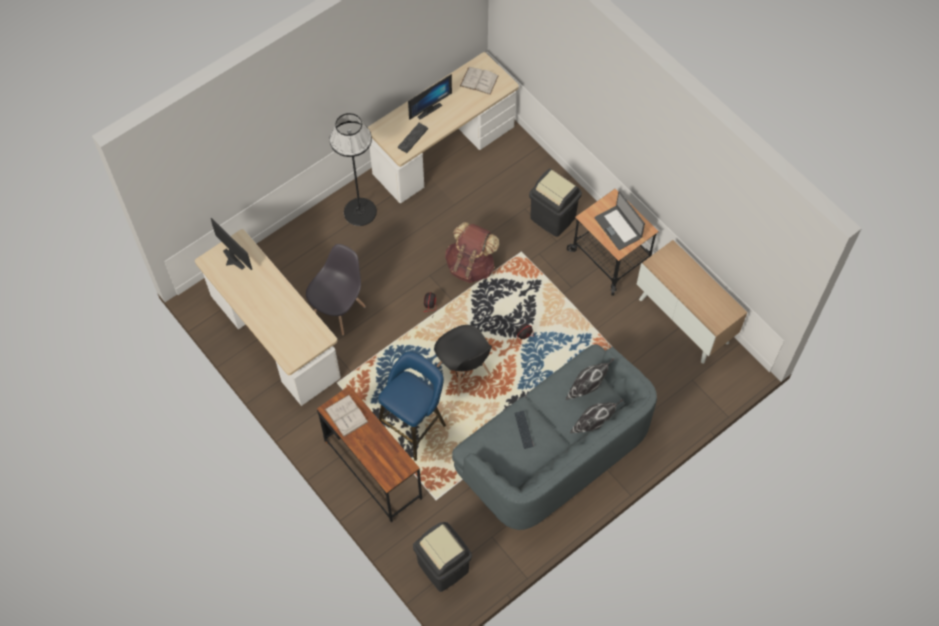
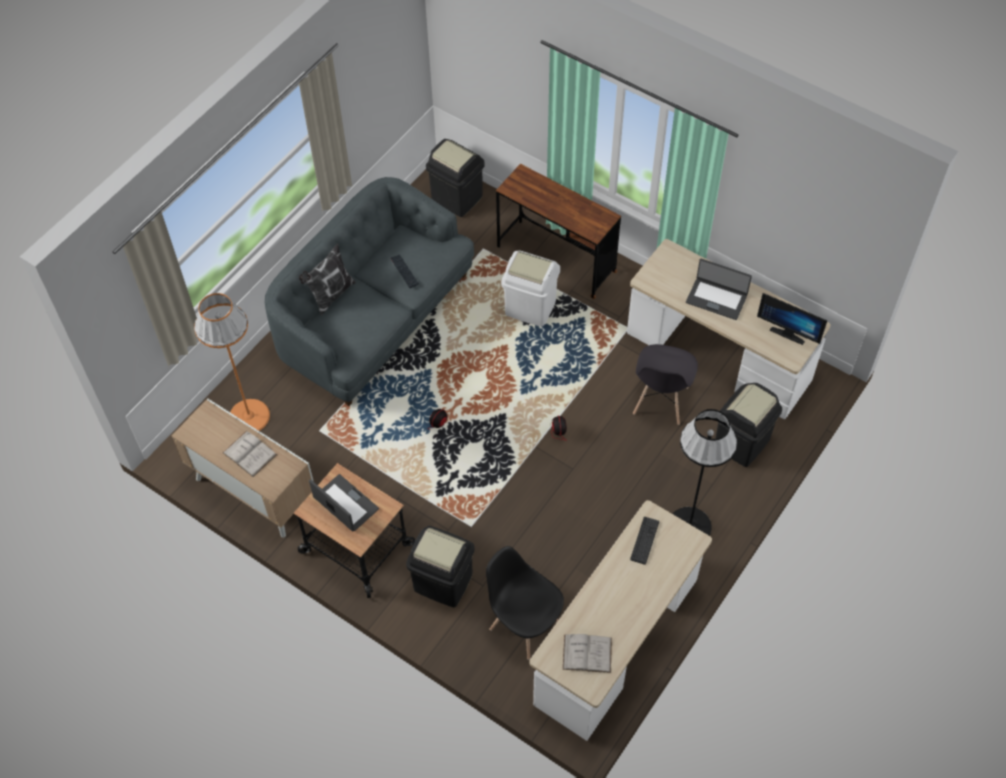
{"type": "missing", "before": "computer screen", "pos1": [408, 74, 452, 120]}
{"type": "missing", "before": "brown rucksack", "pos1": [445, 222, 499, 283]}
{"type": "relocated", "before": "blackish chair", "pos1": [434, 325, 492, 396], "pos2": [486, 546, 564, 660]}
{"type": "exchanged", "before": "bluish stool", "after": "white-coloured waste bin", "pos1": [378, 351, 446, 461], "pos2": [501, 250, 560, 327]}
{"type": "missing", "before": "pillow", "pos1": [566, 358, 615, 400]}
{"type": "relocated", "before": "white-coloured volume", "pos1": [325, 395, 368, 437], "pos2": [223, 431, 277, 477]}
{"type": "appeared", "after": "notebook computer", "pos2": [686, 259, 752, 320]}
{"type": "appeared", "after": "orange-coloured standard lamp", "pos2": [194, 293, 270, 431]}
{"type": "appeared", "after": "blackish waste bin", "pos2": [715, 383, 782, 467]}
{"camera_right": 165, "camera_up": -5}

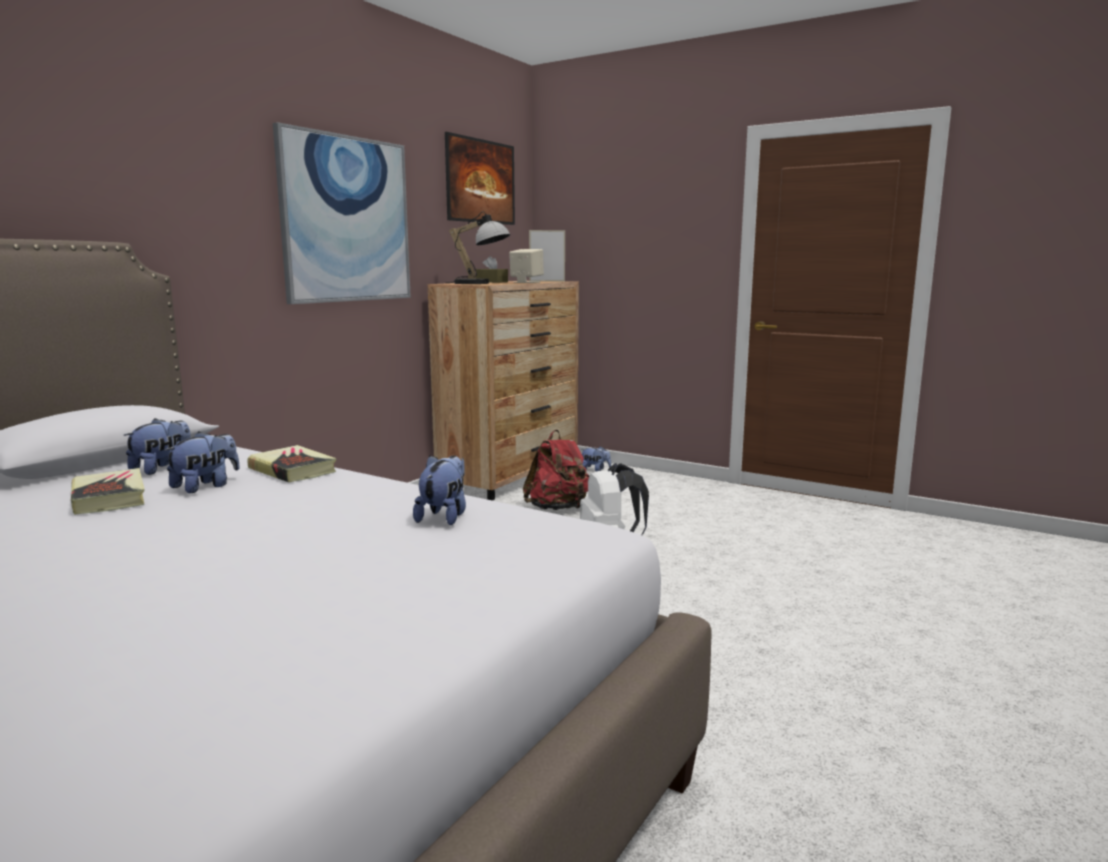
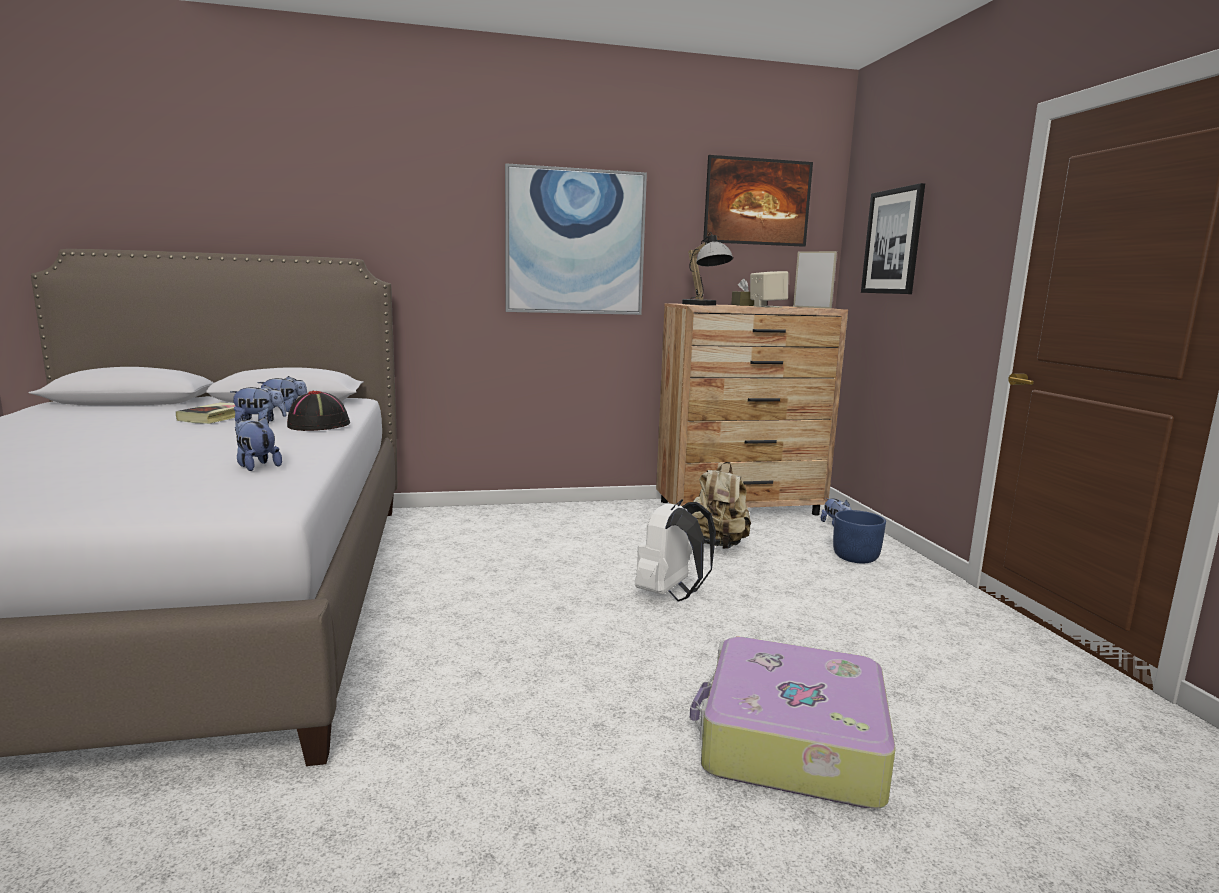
{"type": "colour", "before": "reddish rucksack", "after": "beige rucksack", "pos1": [523, 430, 589, 510], "pos2": [692, 462, 751, 549]}
{"type": "exchanged", "before": "volume", "after": "blackish wearable hat", "pos1": [248, 445, 336, 483], "pos2": [287, 391, 350, 431]}
{"type": "spun", "before": "cuddly toy", "pos1": [413, 455, 466, 525], "pos2": [235, 417, 282, 471], "turn": -105}
{"type": "appeared", "after": "wall picture", "pos2": [861, 183, 925, 294]}
{"type": "appeared", "after": "bluish flower pot", "pos2": [833, 510, 886, 563]}
{"type": "appeared", "after": "suitcase", "pos2": [690, 637, 896, 809]}
{"camera_right": 45, "camera_up": 0}

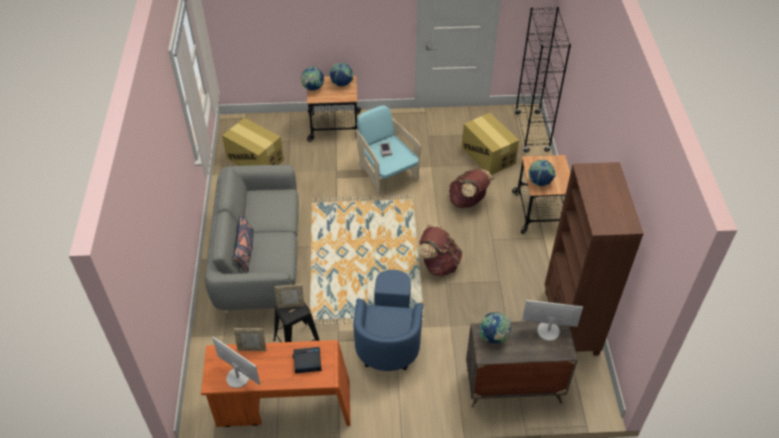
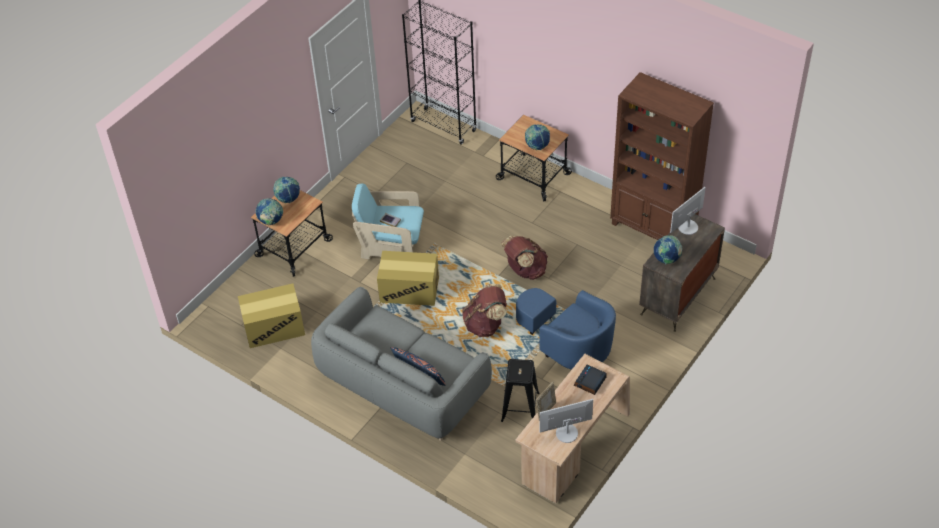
{"type": "relocated", "before": "carton", "pos1": [462, 113, 519, 175], "pos2": [377, 251, 439, 306]}
{"type": "relocated", "before": "brown rucksack", "pos1": [449, 169, 494, 208], "pos2": [462, 284, 507, 337]}
{"type": "missing", "before": "photo frame", "pos1": [274, 284, 305, 308]}
{"type": "colour", "before": "orange-coloured desk", "after": "beige desk", "pos1": [201, 340, 351, 427], "pos2": [516, 354, 630, 503]}
{"camera_right": -50, "camera_up": 0}

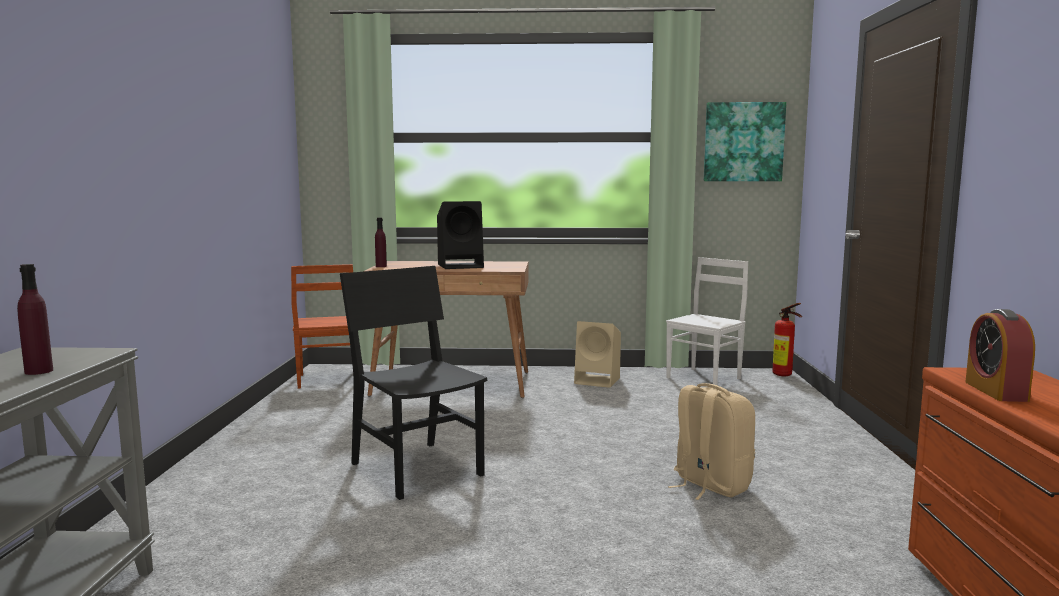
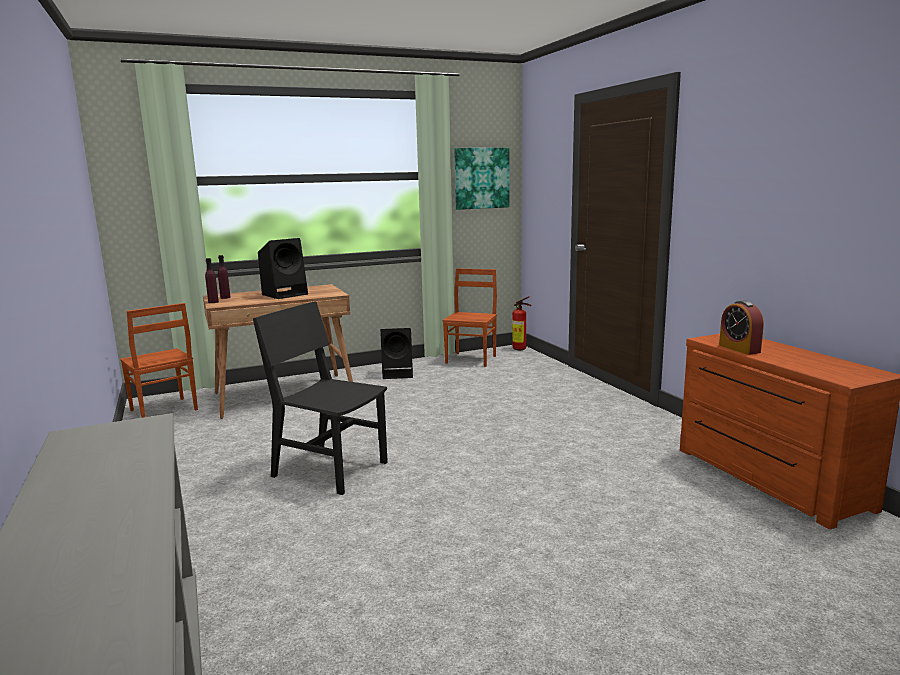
{"type": "colour", "before": "white-coloured chair", "after": "brown chair", "pos1": [666, 257, 748, 385], "pos2": [443, 268, 497, 367]}
{"type": "relocated", "before": "purplish beverage bottle", "pos1": [17, 264, 53, 375], "pos2": [218, 255, 231, 299]}
{"type": "colour", "before": "beige loudspeaker", "after": "blackish loudspeaker", "pos1": [574, 321, 621, 388], "pos2": [380, 328, 413, 379]}
{"type": "missing", "before": "beige rucksack", "pos1": [668, 383, 755, 500]}
{"camera_right": -25, "camera_up": 5}

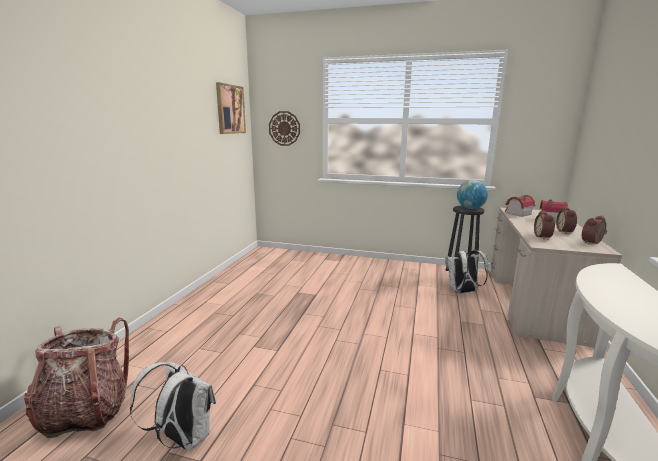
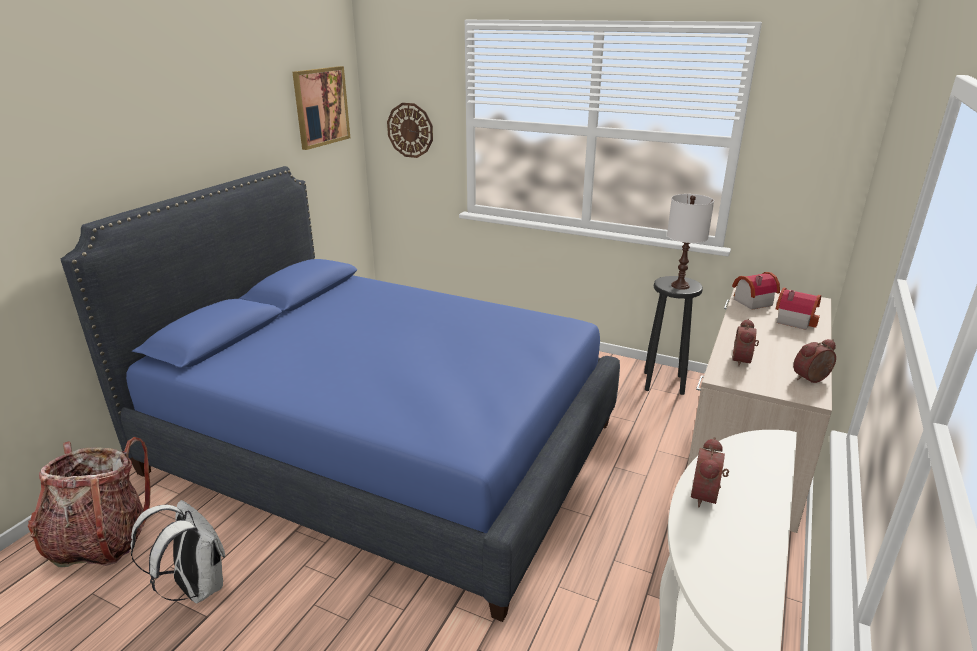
{"type": "exchanged", "before": "globe", "after": "white-coloured tabletop lamp", "pos1": [457, 180, 488, 209], "pos2": [667, 194, 714, 290]}
{"type": "relocated", "before": "table clock", "pos1": [556, 206, 577, 234], "pos2": [691, 437, 729, 507]}
{"type": "missing", "before": "white-coloured rucksack", "pos1": [445, 250, 488, 293]}
{"type": "appeared", "after": "bluish bed", "pos2": [61, 166, 620, 622]}
{"camera_right": 10, "camera_up": 10}

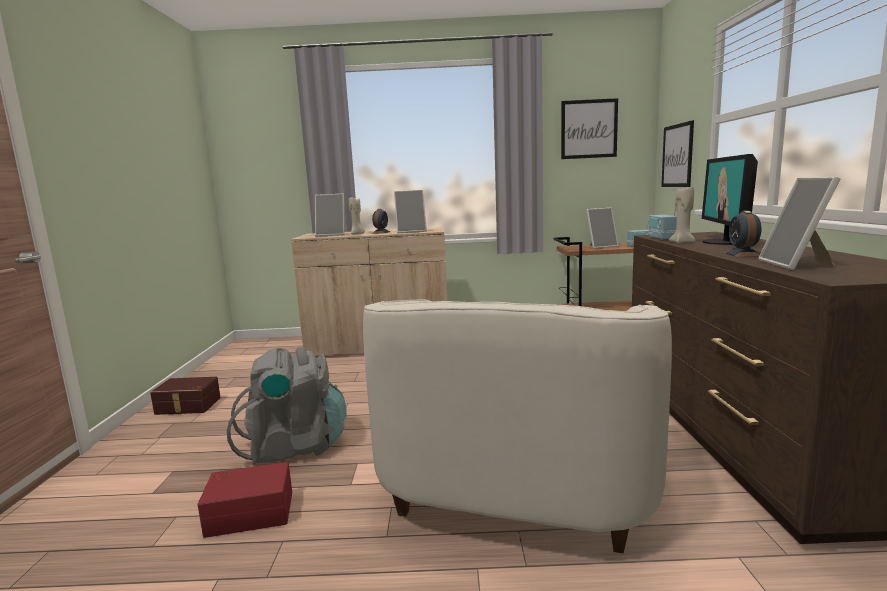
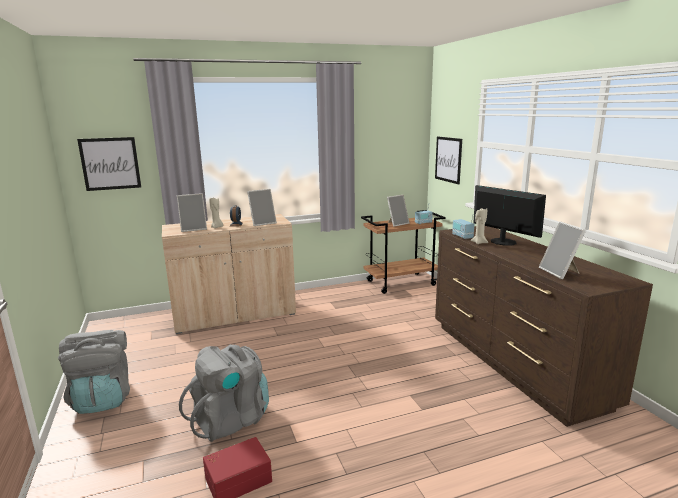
{"type": "relocated", "before": "wall picture", "pos1": [561, 98, 618, 159], "pos2": [77, 137, 141, 191]}
{"type": "spun", "before": "computer screen", "pos1": [702, 154, 758, 245], "pos2": [474, 185, 546, 246], "turn": 150}
{"type": "missing", "before": "table clock", "pos1": [724, 211, 761, 257]}
{"type": "missing", "before": "white-coloured armchair", "pos1": [363, 299, 672, 554]}
{"type": "exchanged", "before": "brown storage container", "after": "gray rucksack", "pos1": [150, 377, 221, 415], "pos2": [58, 330, 130, 414]}
{"camera_right": -20, "camera_up": 5}

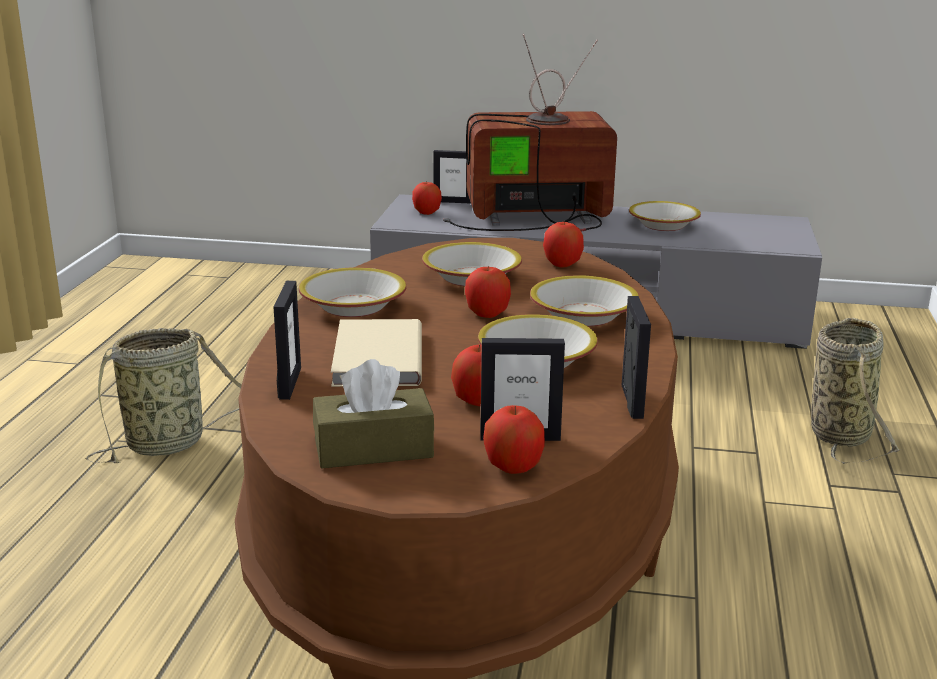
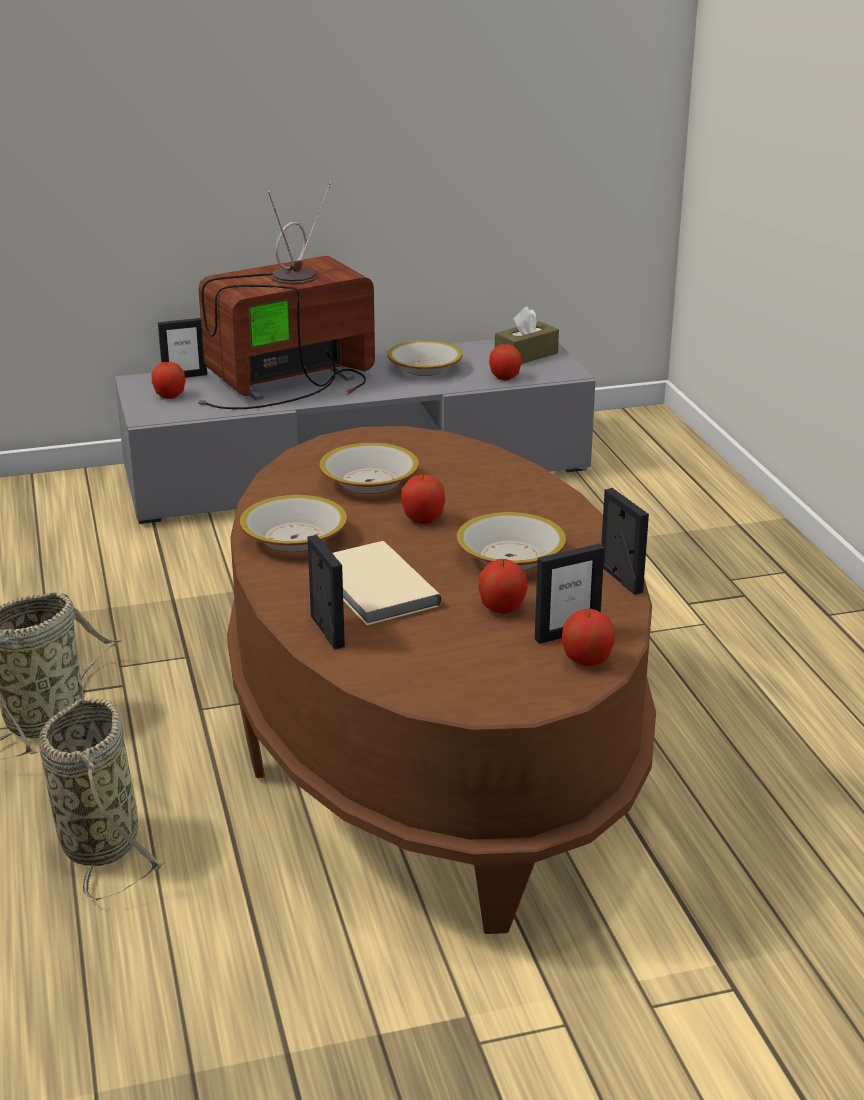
{"type": "relocated", "before": "apple", "pos1": [543, 220, 584, 268], "pos2": [489, 344, 522, 381]}
{"type": "missing", "before": "bowl", "pos1": [530, 275, 639, 326]}
{"type": "relocated", "before": "basket", "pos1": [811, 318, 901, 464], "pos2": [39, 698, 164, 901]}
{"type": "relocated", "before": "brown tissue holder", "pos1": [313, 359, 434, 468], "pos2": [495, 306, 559, 364]}
{"camera_right": -25, "camera_up": 5}

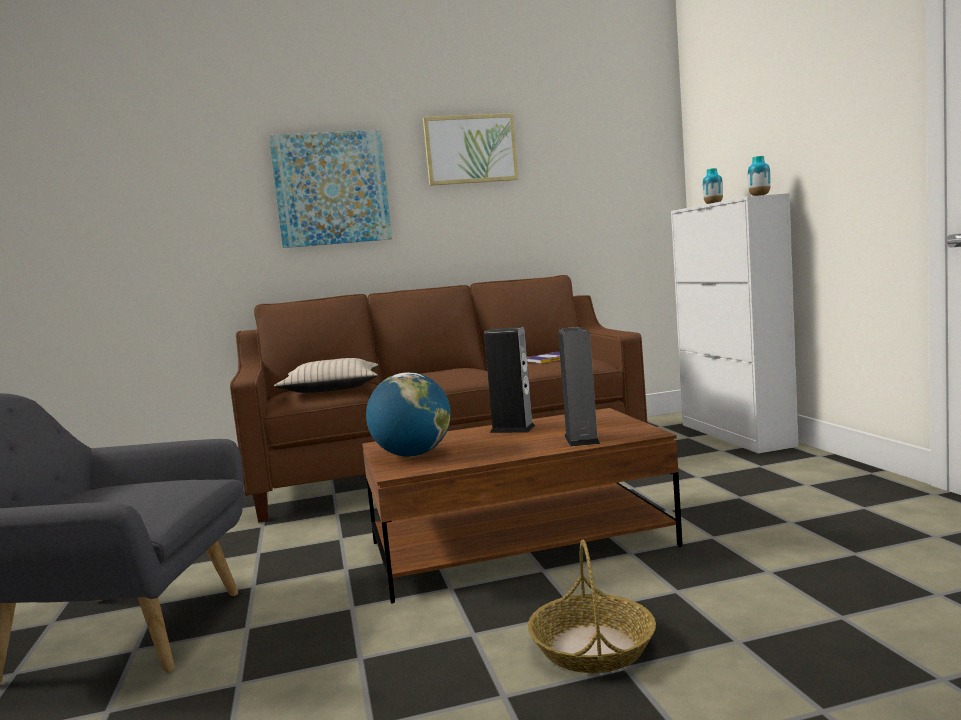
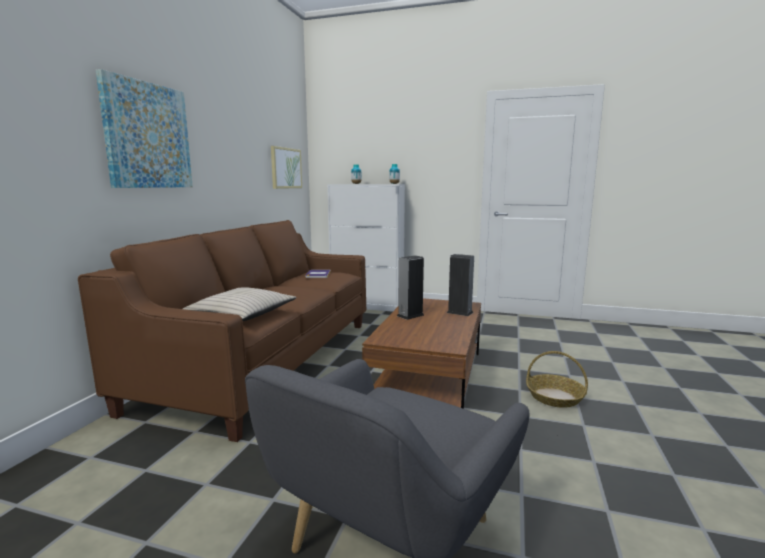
{"type": "relocated", "before": "wall picture", "pos1": [423, 113, 518, 186], "pos2": [271, 146, 302, 189]}
{"type": "missing", "before": "globe", "pos1": [366, 372, 451, 457]}
{"camera_right": -60, "camera_up": 5}

